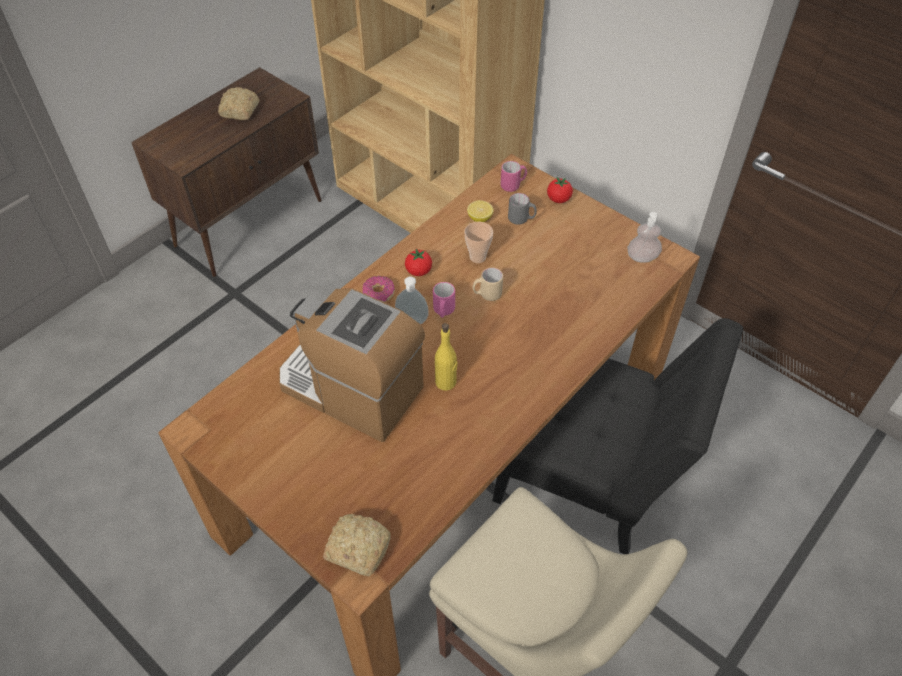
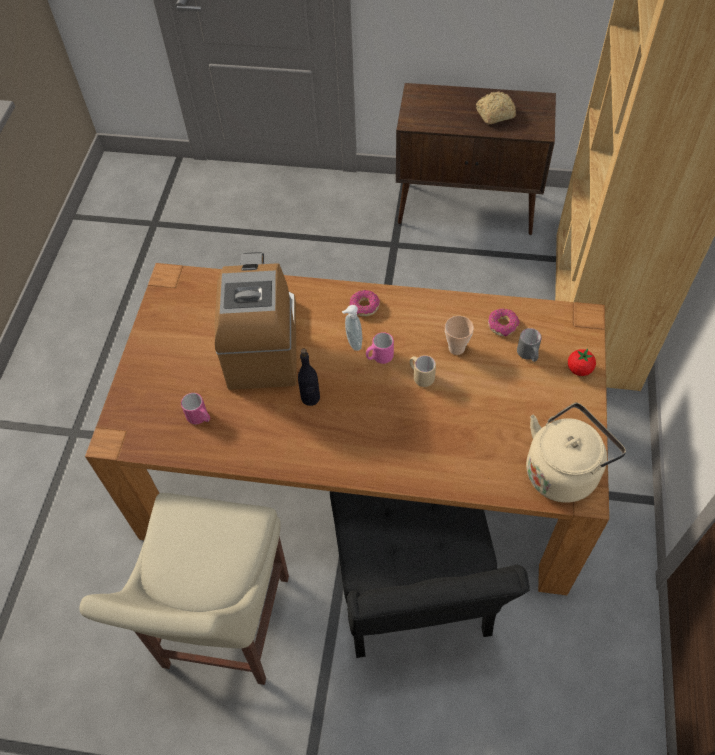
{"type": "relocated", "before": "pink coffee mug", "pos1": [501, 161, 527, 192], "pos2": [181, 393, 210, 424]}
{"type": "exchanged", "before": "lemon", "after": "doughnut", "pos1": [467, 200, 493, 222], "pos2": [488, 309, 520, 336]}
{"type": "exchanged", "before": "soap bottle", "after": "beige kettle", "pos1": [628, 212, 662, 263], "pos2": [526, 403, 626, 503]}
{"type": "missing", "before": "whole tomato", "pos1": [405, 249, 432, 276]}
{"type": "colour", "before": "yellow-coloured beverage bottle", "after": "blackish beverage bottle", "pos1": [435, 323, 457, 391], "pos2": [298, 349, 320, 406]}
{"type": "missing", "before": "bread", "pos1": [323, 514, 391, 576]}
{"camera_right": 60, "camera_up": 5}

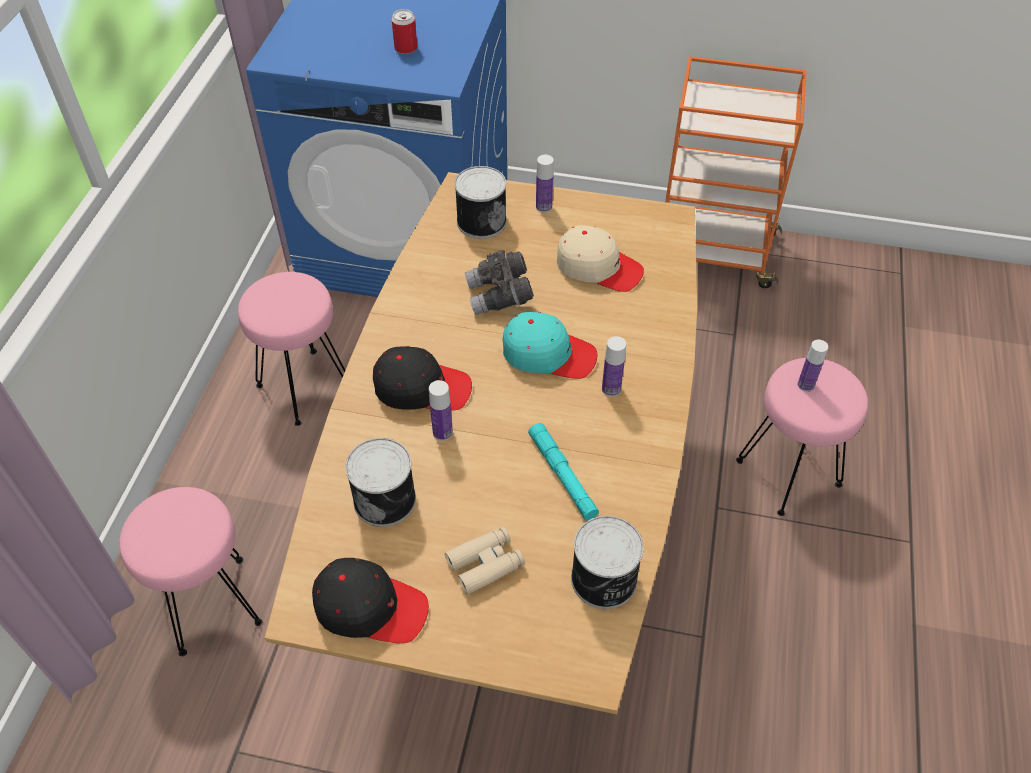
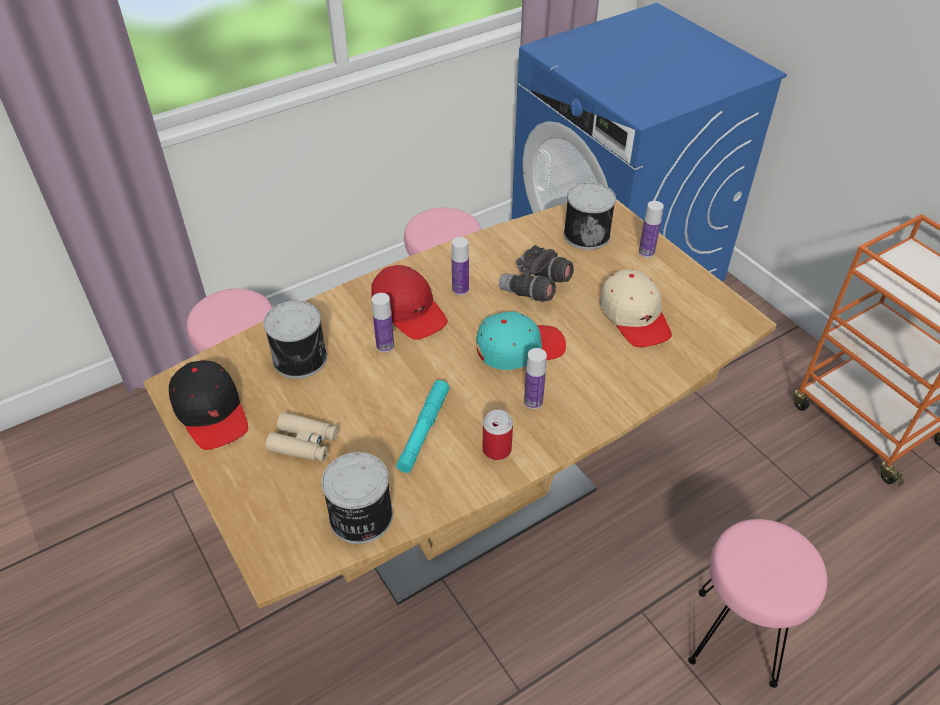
{"type": "relocated", "before": "sealed can", "pos1": [391, 9, 417, 54], "pos2": [482, 410, 513, 460]}
{"type": "spun", "before": "turquoise-coloured baseball cap", "pos1": [503, 312, 597, 379], "pos2": [476, 312, 566, 370], "turn": -75}
{"type": "relocated", "before": "beverage bottle", "pos1": [798, 340, 828, 392], "pos2": [452, 237, 469, 295]}
{"type": "colour", "before": "blackish baseball cap", "after": "reddish baseball cap", "pos1": [373, 346, 472, 411], "pos2": [371, 265, 448, 340]}
{"camera_right": 45, "camera_up": -5}

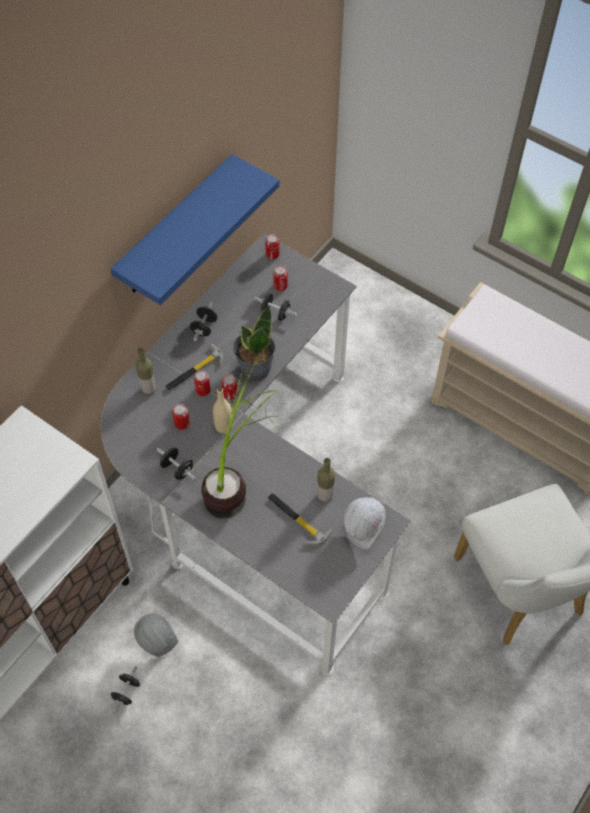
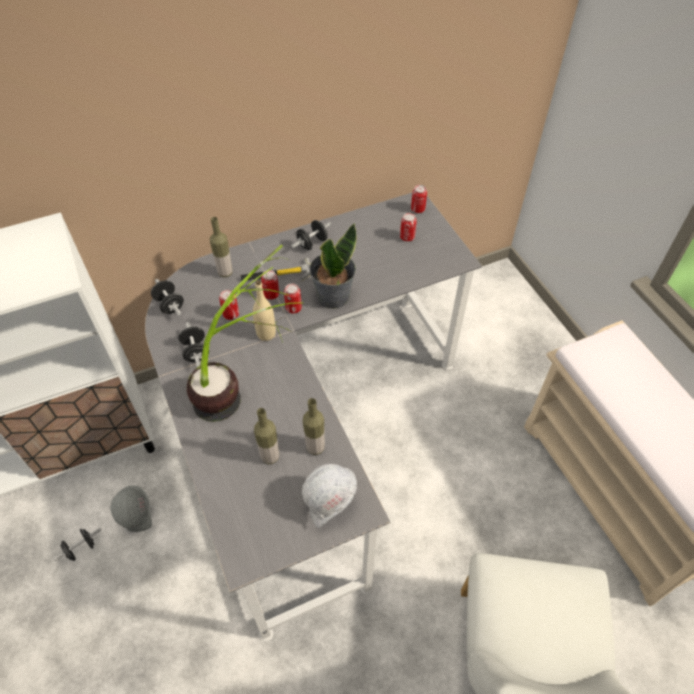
{"type": "missing", "before": "bluish bracket shelf", "pos1": [111, 154, 279, 305]}
{"type": "relocated", "before": "blackish dumbbell", "pos1": [254, 293, 298, 321], "pos2": [151, 279, 184, 316]}
{"type": "exchanged", "before": "hammer", "after": "beverage bottle", "pos1": [268, 493, 333, 546], "pos2": [254, 408, 279, 464]}
{"camera_right": 30, "camera_up": -5}

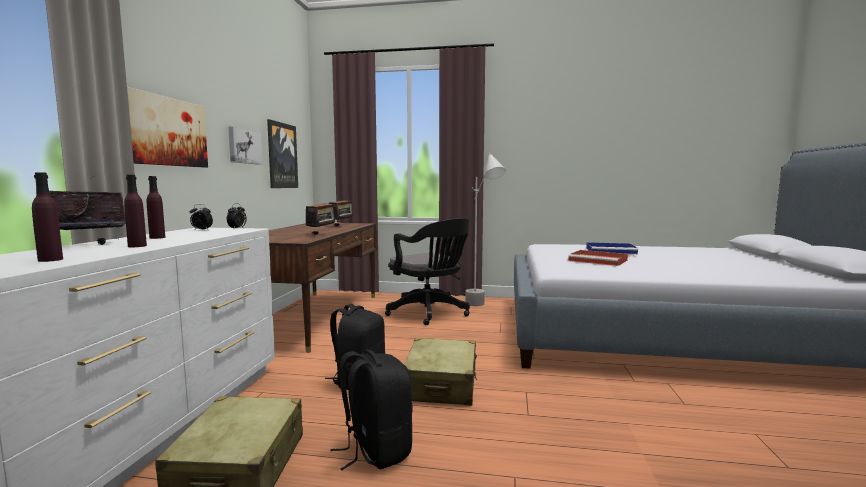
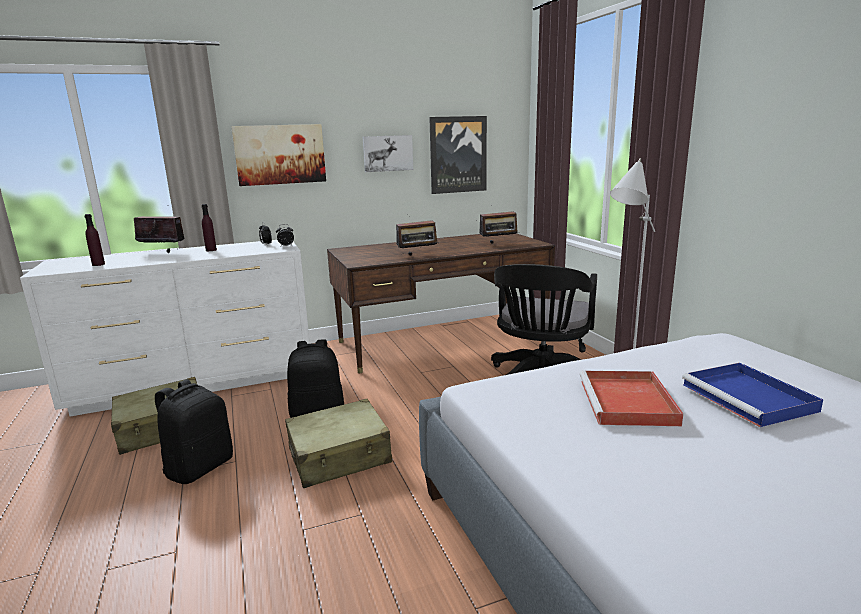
{"type": "missing", "before": "purplish beverage bottle", "pos1": [124, 175, 147, 247]}
{"camera_right": 60, "camera_up": 10}

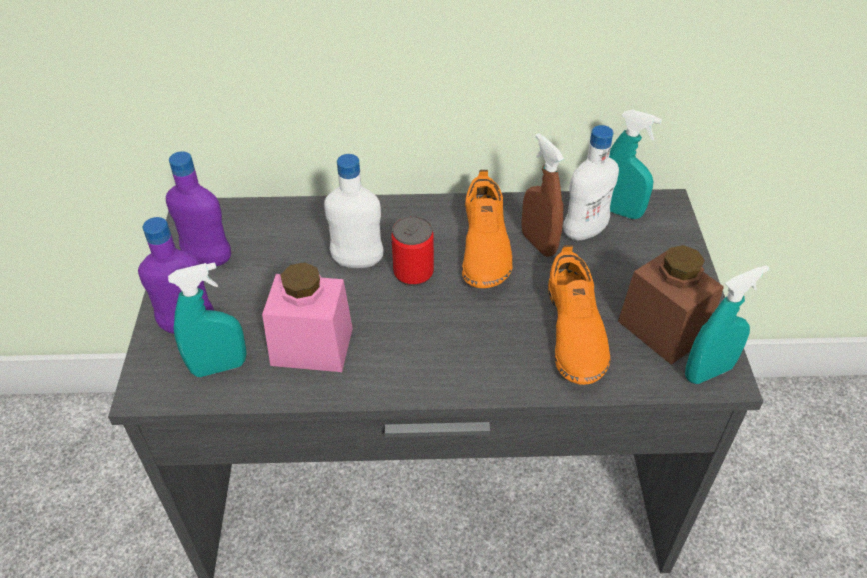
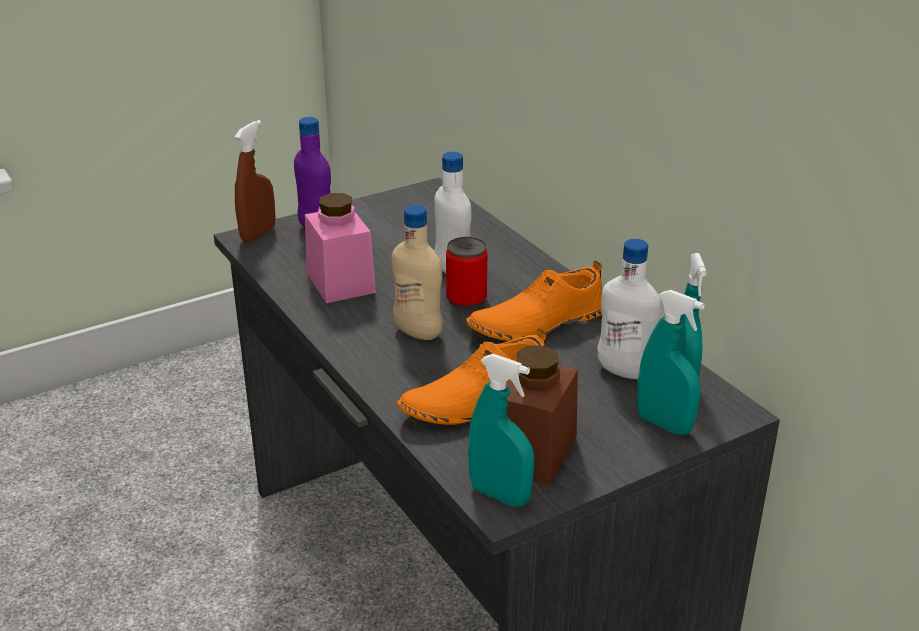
{"type": "relocated", "before": "brown spray bottle", "pos1": [521, 133, 564, 257], "pos2": [234, 120, 276, 242]}
{"type": "missing", "before": "purplish beverage bottle", "pos1": [166, 151, 231, 266]}
{"type": "relocated", "before": "turquoise-coloured spray bottle", "pos1": [168, 262, 246, 377], "pos2": [638, 290, 704, 435]}
{"type": "appeared", "after": "beige beverage bottle", "pos2": [392, 205, 443, 340]}
{"camera_right": 60, "camera_up": -15}

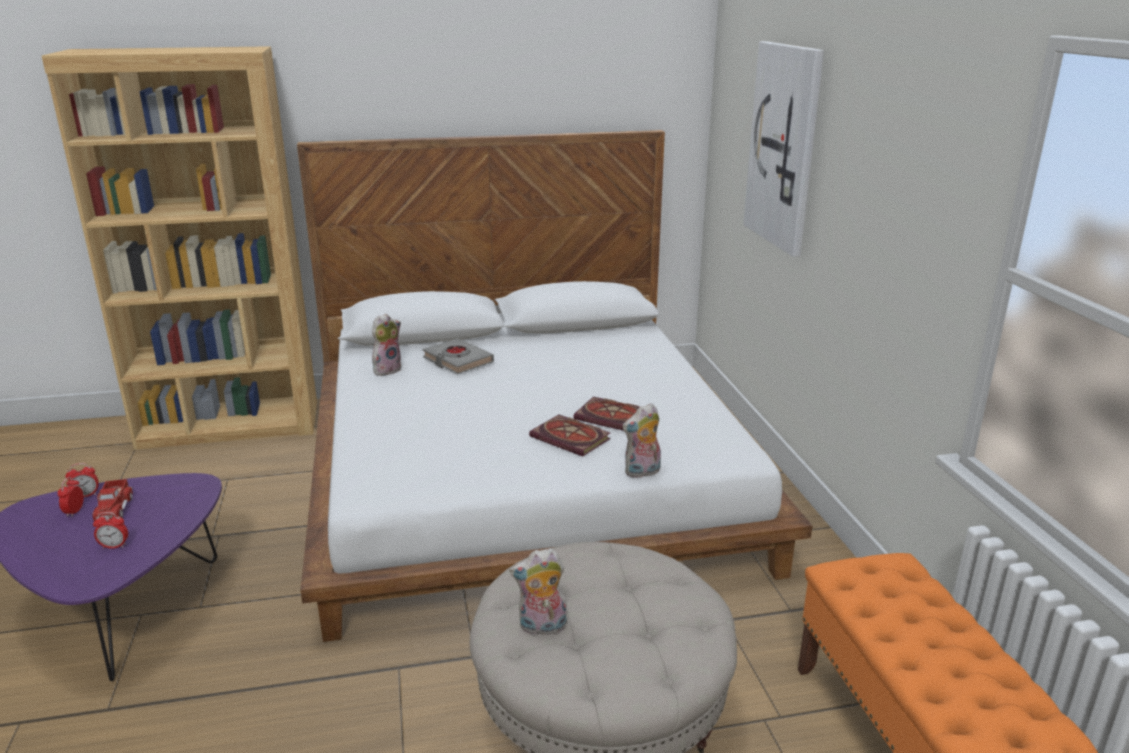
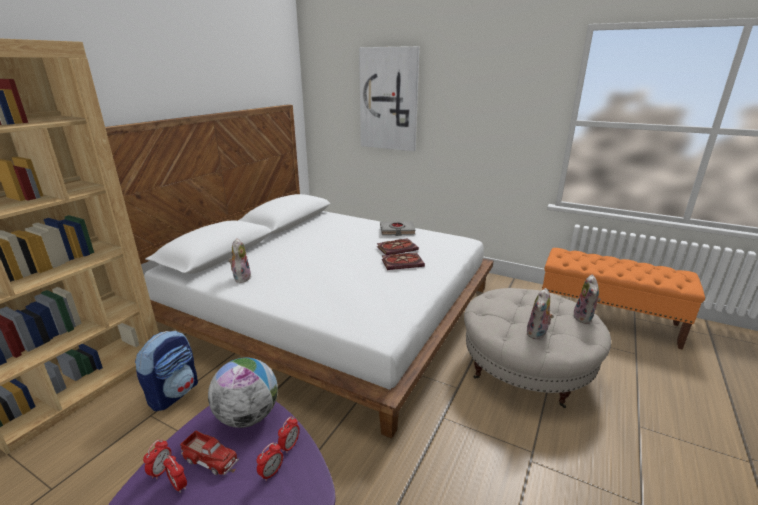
{"type": "relocated", "before": "gray volume", "pos1": [423, 338, 494, 374], "pos2": [380, 221, 416, 236]}
{"type": "relocated", "before": "cuddly toy", "pos1": [622, 403, 661, 478], "pos2": [573, 275, 601, 324]}
{"type": "appeared", "after": "rucksack", "pos2": [135, 331, 198, 411]}
{"type": "appeared", "after": "globe", "pos2": [208, 358, 278, 428]}
{"type": "appeared", "after": "table clock", "pos2": [278, 416, 300, 453]}
{"camera_right": -50, "camera_up": 0}

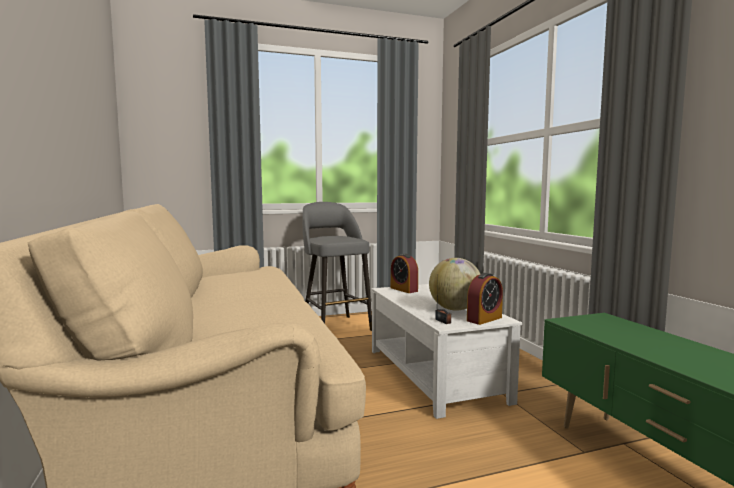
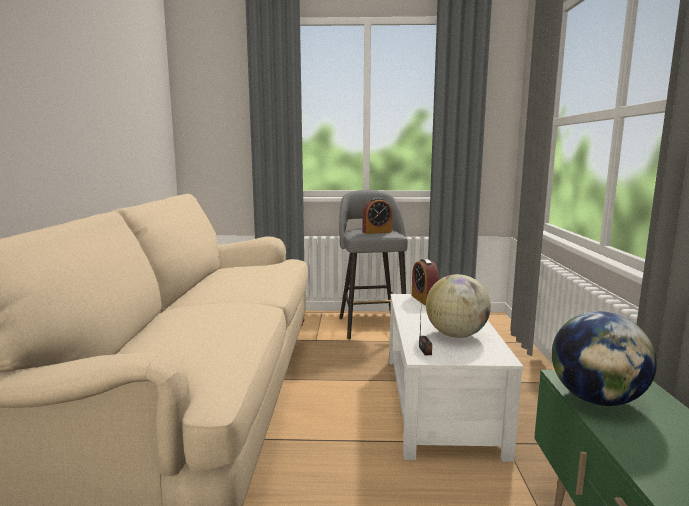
{"type": "relocated", "before": "table clock", "pos1": [467, 273, 503, 325], "pos2": [362, 198, 392, 234]}
{"type": "appeared", "after": "globe", "pos2": [552, 311, 657, 406]}
{"camera_right": 20, "camera_up": 5}

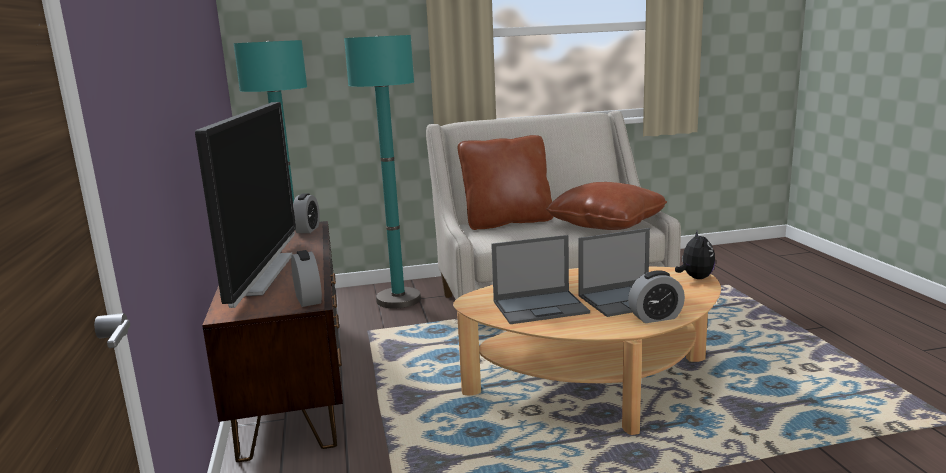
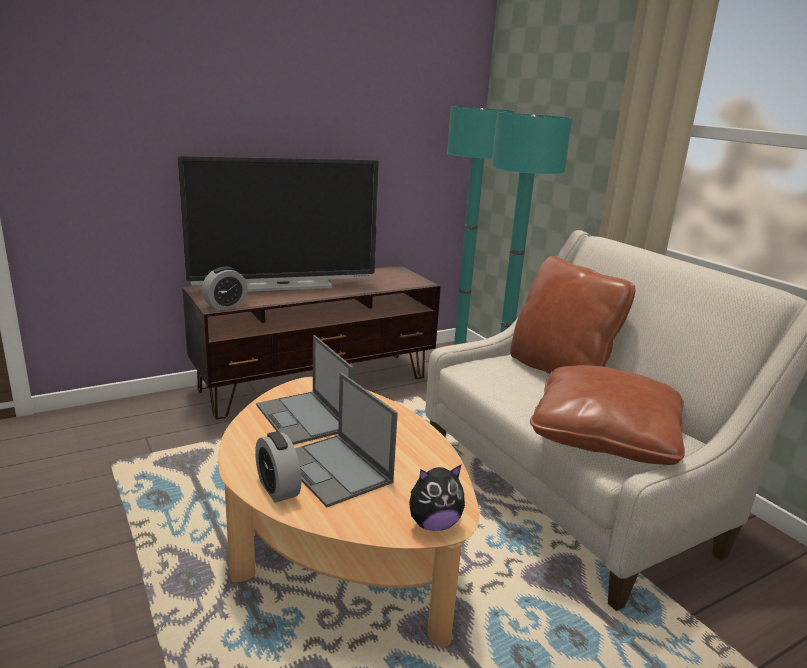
{"type": "missing", "before": "table clock", "pos1": [293, 193, 320, 233]}
{"camera_right": 70, "camera_up": 5}

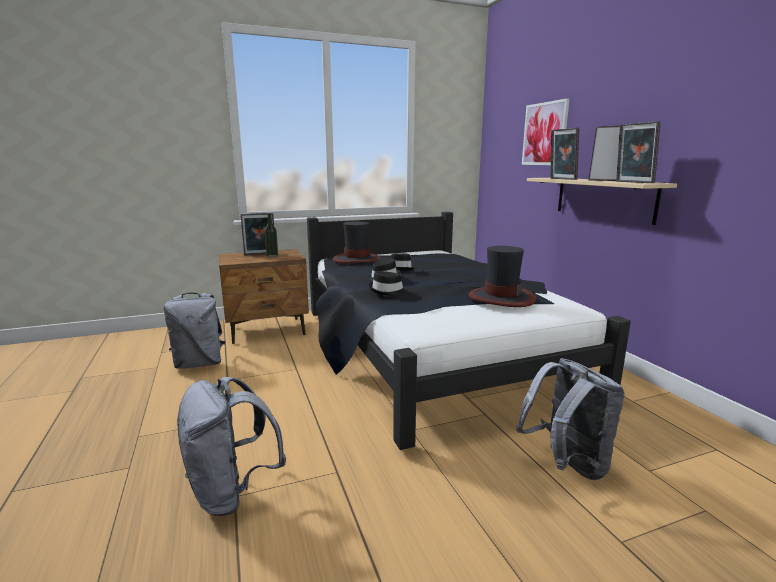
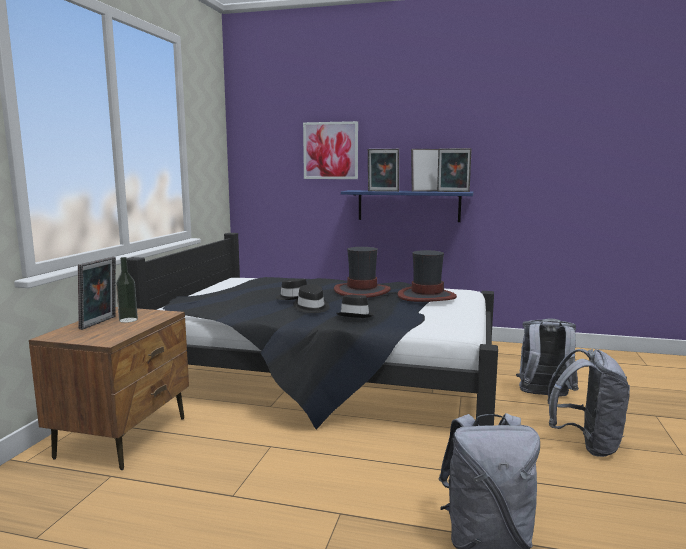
{"type": "colour", "before": "beige bracket shelf", "after": "bluish bracket shelf", "pos1": [527, 178, 677, 225], "pos2": [341, 190, 474, 222]}
{"type": "relocated", "before": "wearable hat", "pos1": [333, 222, 381, 264], "pos2": [334, 247, 391, 298]}
{"type": "relocated", "before": "gray rucksack", "pos1": [163, 292, 226, 369], "pos2": [547, 349, 630, 457]}
{"camera_right": -55, "camera_up": -5}

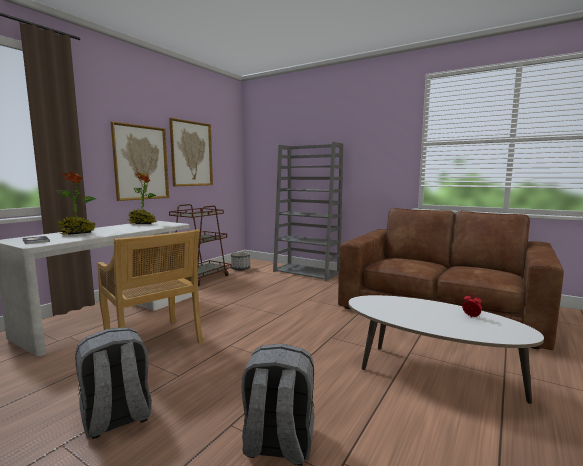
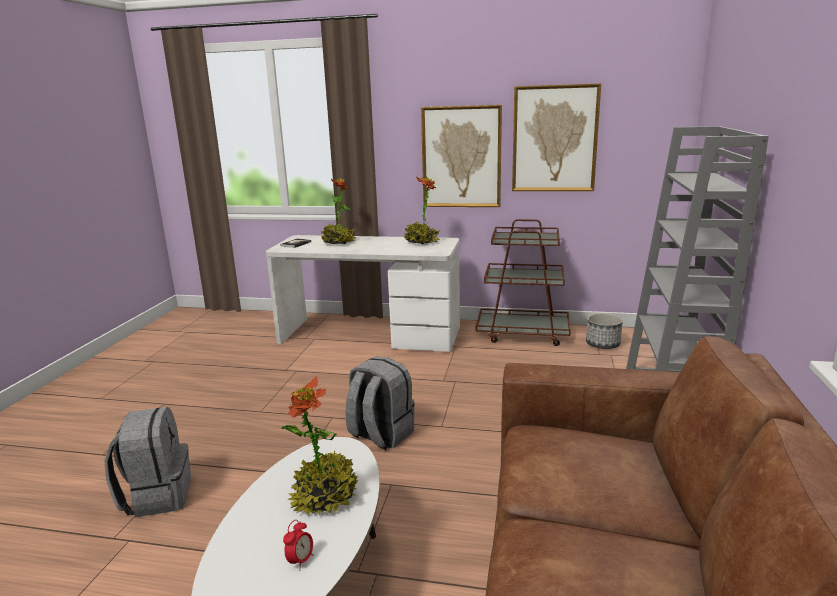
{"type": "missing", "before": "beige chair", "pos1": [97, 229, 203, 344]}
{"type": "relocated", "before": "gray rucksack", "pos1": [75, 327, 152, 439], "pos2": [346, 356, 415, 450]}
{"type": "appeared", "after": "houseplant", "pos2": [282, 376, 359, 515]}
{"camera_right": 70, "camera_up": 10}

